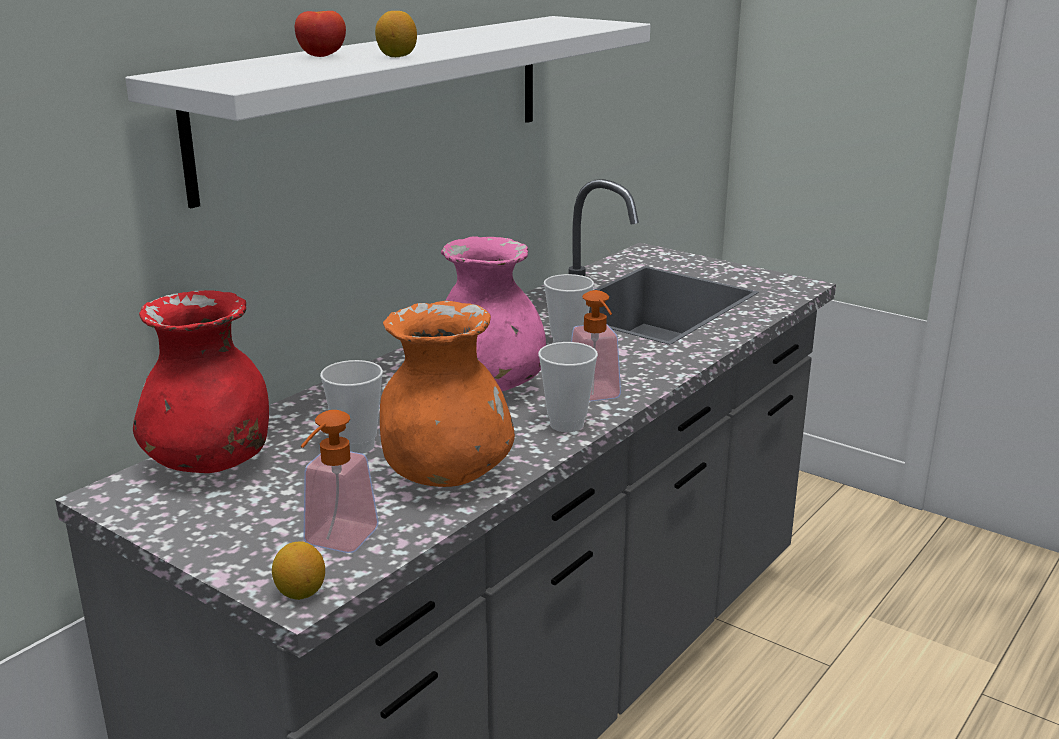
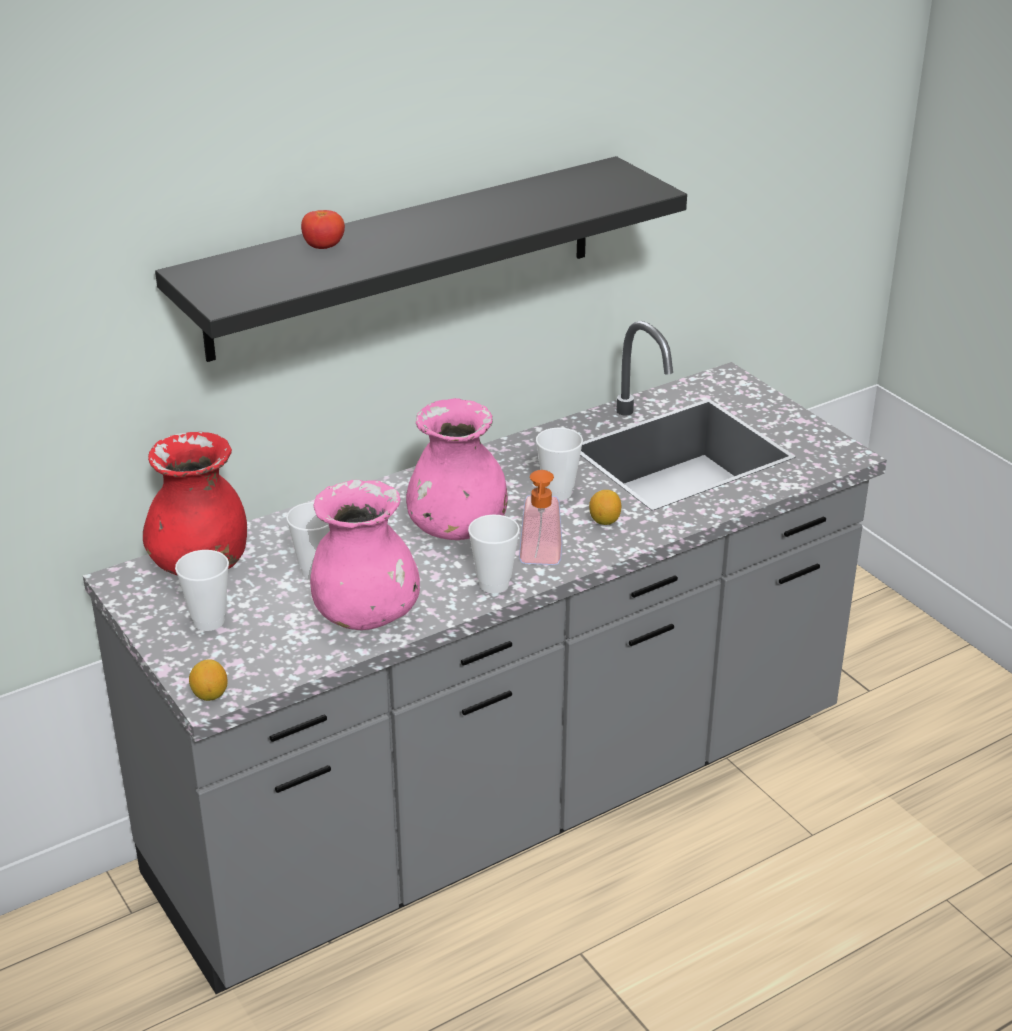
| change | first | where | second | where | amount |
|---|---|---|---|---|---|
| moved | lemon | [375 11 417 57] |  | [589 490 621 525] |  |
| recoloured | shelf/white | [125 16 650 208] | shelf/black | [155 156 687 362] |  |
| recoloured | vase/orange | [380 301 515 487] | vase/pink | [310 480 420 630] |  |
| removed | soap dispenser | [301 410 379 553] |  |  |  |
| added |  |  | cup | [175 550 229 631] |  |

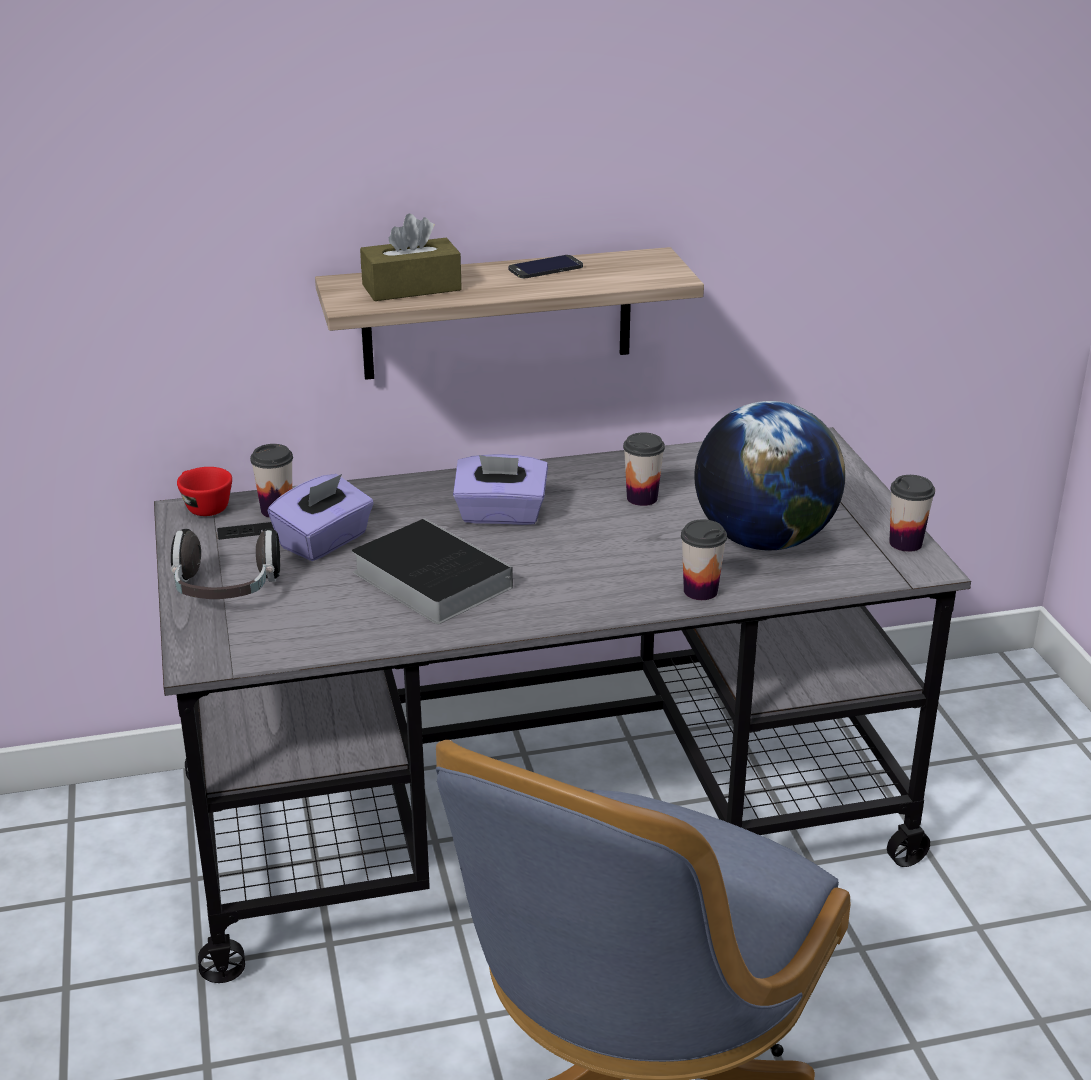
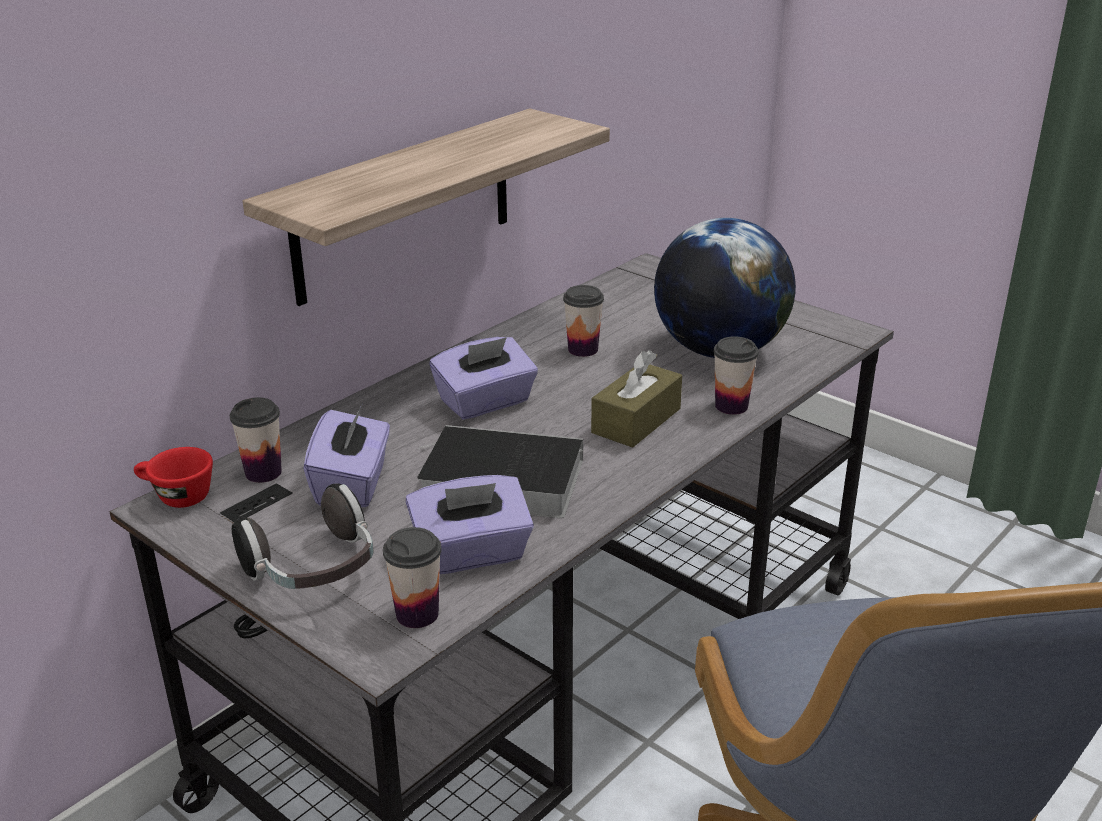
| change | first | where | second | where | amount |
|---|---|---|---|---|---|
| moved | tissue box/brown | [360 213 462 301] |  | [591 350 682 448] |  |
| removed | phone | [508 255 583 278] |  |  |  |
| moved | cup | [889 475 935 552] |  | [383 527 442 628] |  |
| added |  |  | tissue box/purple | [406 475 534 574] |  |

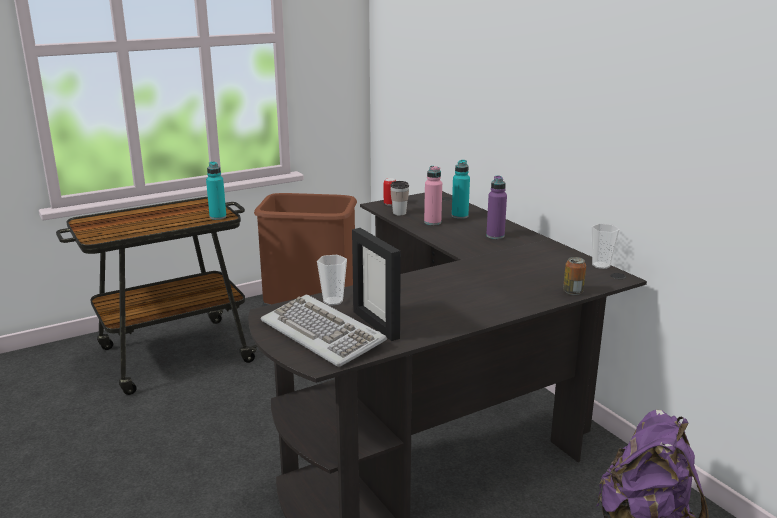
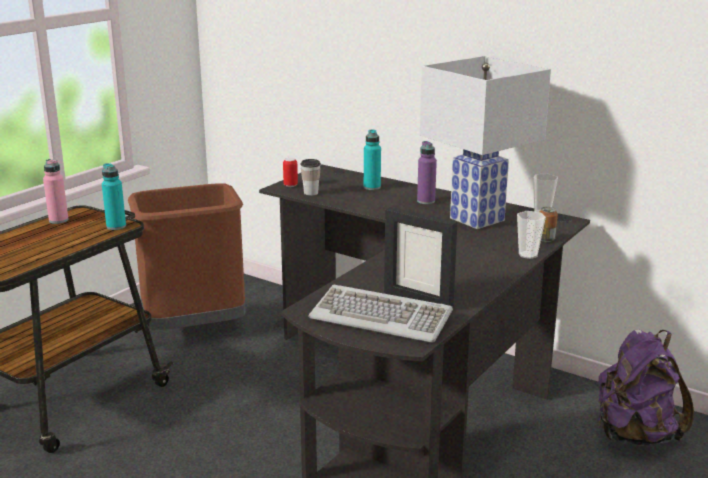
| change | first | where | second | where | amount |
|---|---|---|---|---|---|
| moved | bottle/pink | [424 166 442 225] |  | [43 159 69 224] |  |
| moved | cup | [317 255 347 306] |  | [517 211 546 259] |  |
| added |  |  | table lamp/white | [420 56 551 229] |  |

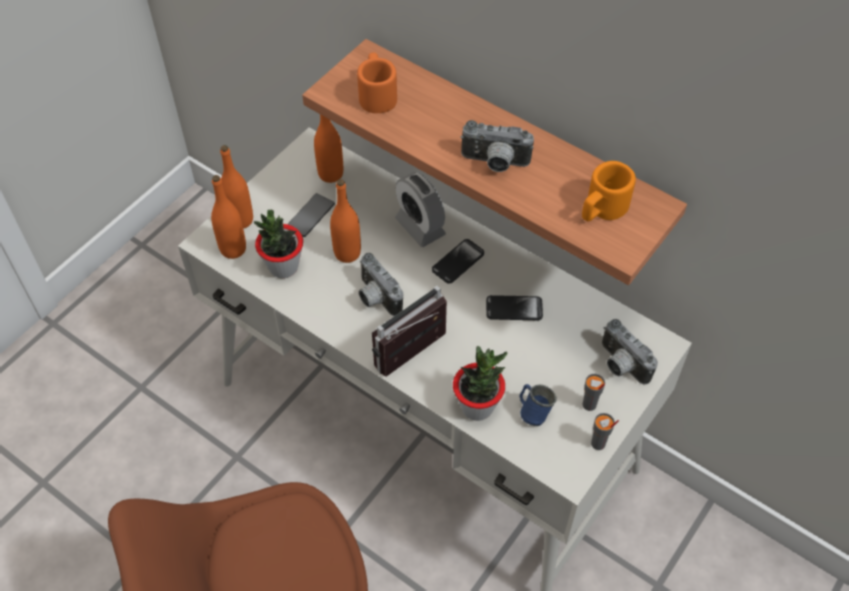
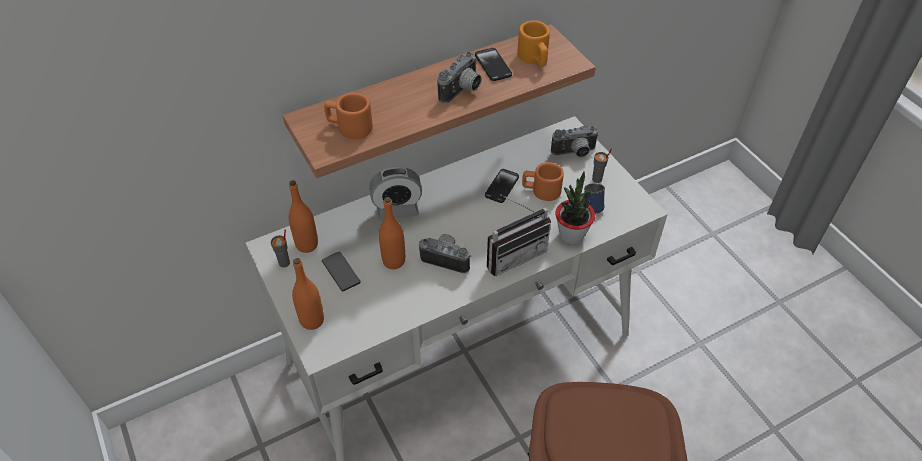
| change | first | where | second | where | amount |
|---|---|---|---|---|---|
| removed | bottle/orange | [211 175 246 259] |  |  |  |
| removed | potted plant | [254 210 303 278] |  |  |  |
| moved | phone | [432 239 484 284] |  | [475 48 512 81] |  |
| turned | photo camera | [359 253 403 316] |  | [419 234 471 273] | 150 degrees counterclockwise |
| turned | radio | [372 286 447 377] |  | [487 195 551 276] | 105 degrees counterclockwise |
| moved | cup/grey | [591 413 619 450] |  | [271 230 290 268] |  |
| added |  |  | mug/orange | [522 162 564 201] |  |

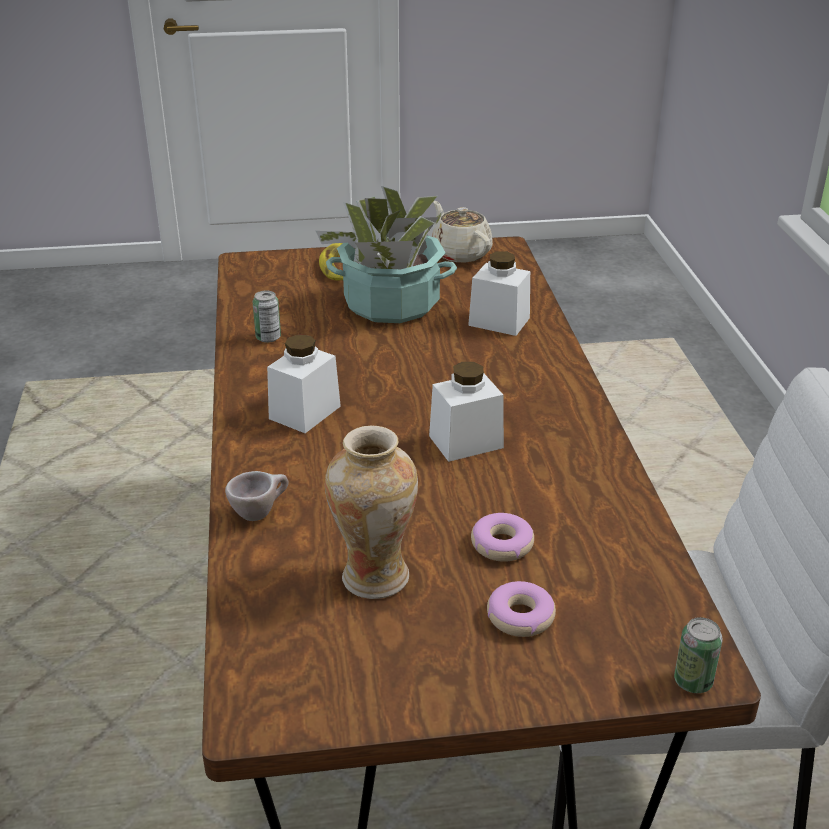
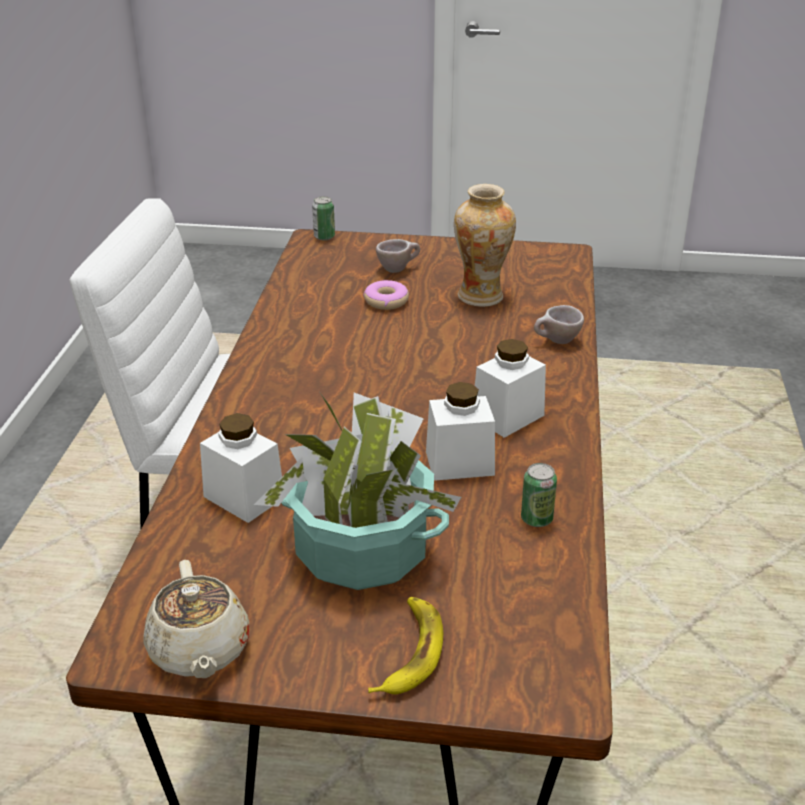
| change | first | where | second | where | amount |
|---|---|---|---|---|---|
| moved | jar/white | [429 362 504 462] |  | [426 382 495 481] |  |
| replaced | donut | [487 581 556 637] | cup/beige | [376 239 420 273] |  |

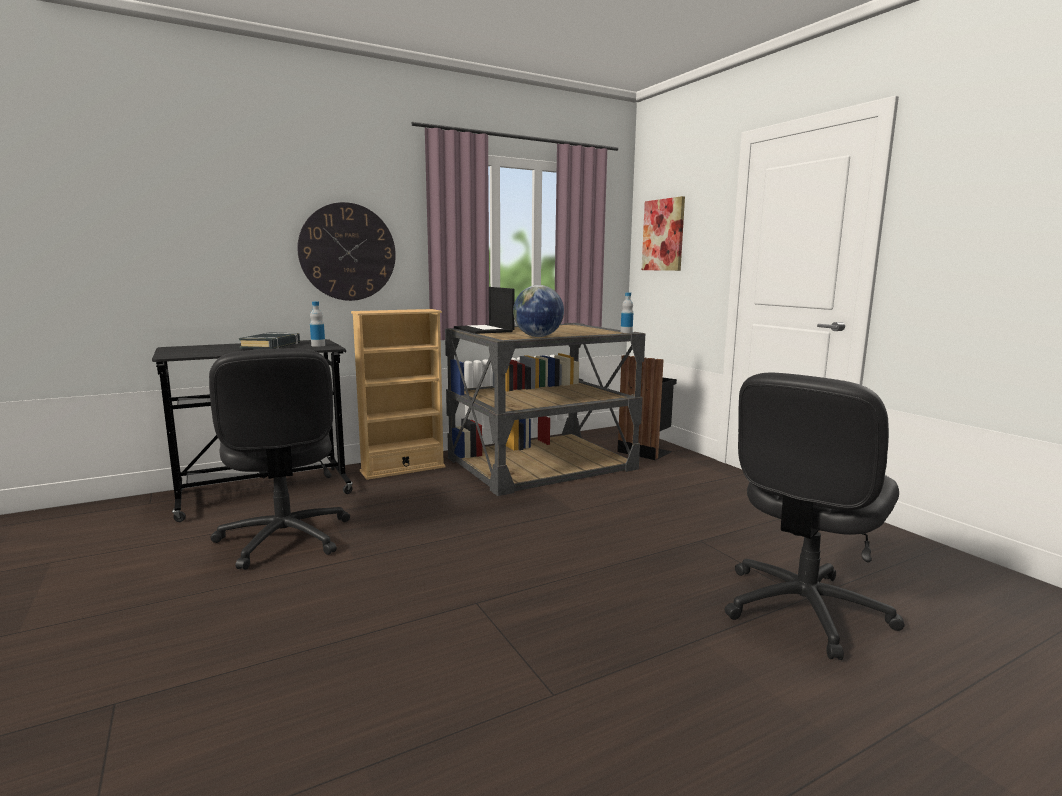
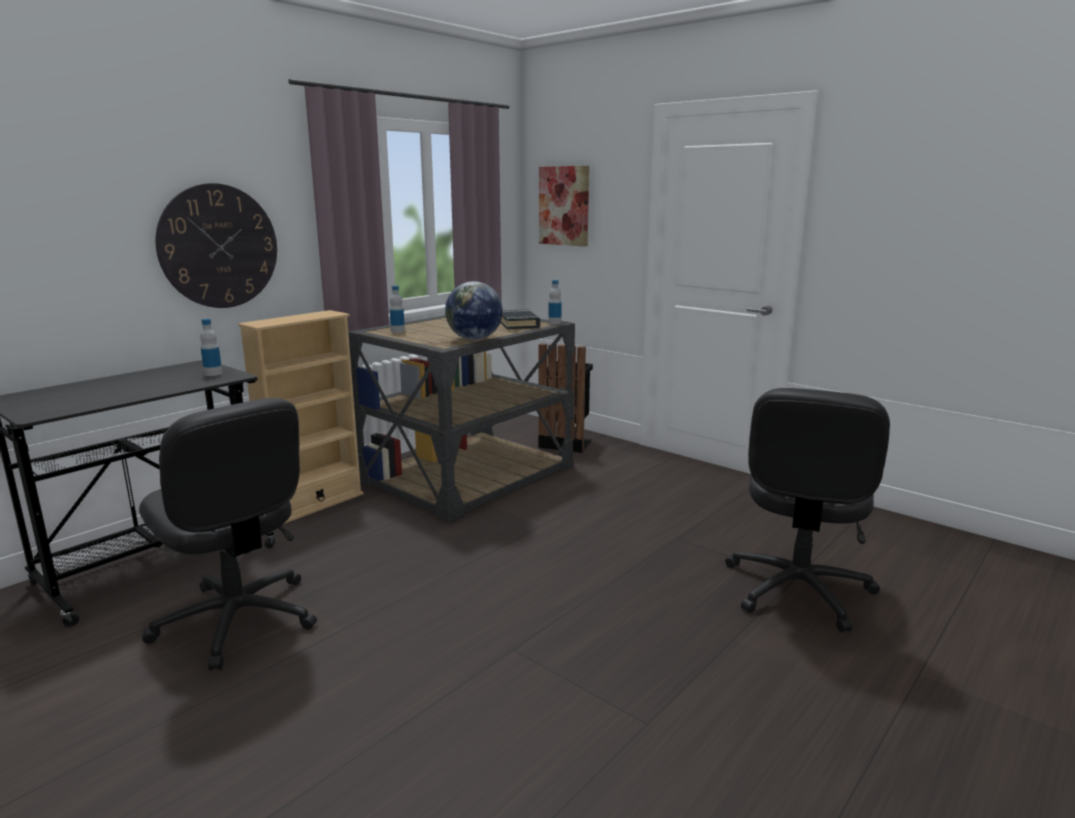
| change | first | where | second | where | amount |
|---|---|---|---|---|---|
| replaced | laptop | [454 287 515 334] | bottle | [390 285 405 333] |  |
| moved | book/black | [239 332 300 349] |  | [500 309 540 329] |  |

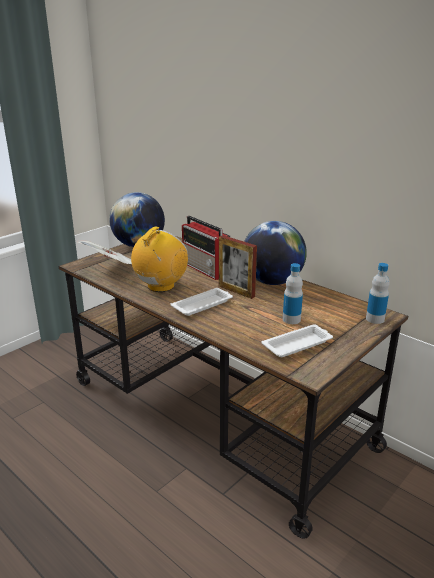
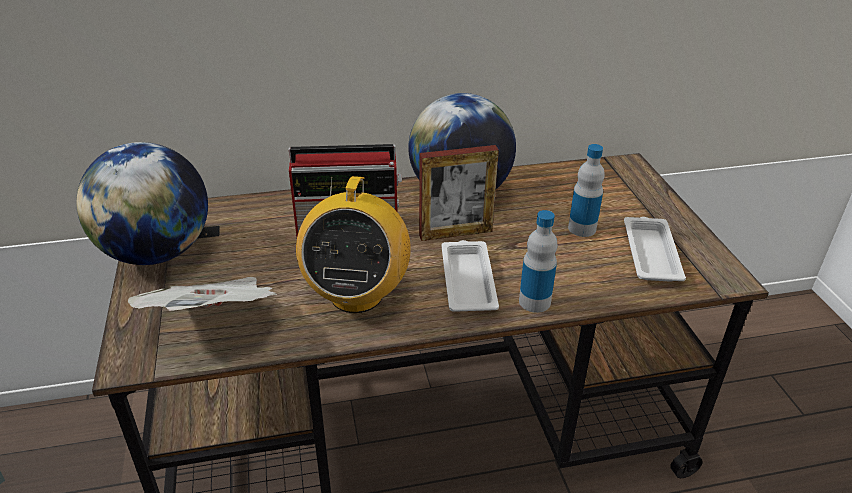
| change | first | where | second | where | amount |
|---|---|---|---|---|---|
| turned | radio | [131 226 188 292] |  | [296 176 411 313] | 150 degrees counterclockwise |
| moved | bottle | [366 263 390 324] |  | [519 210 558 313] |  |

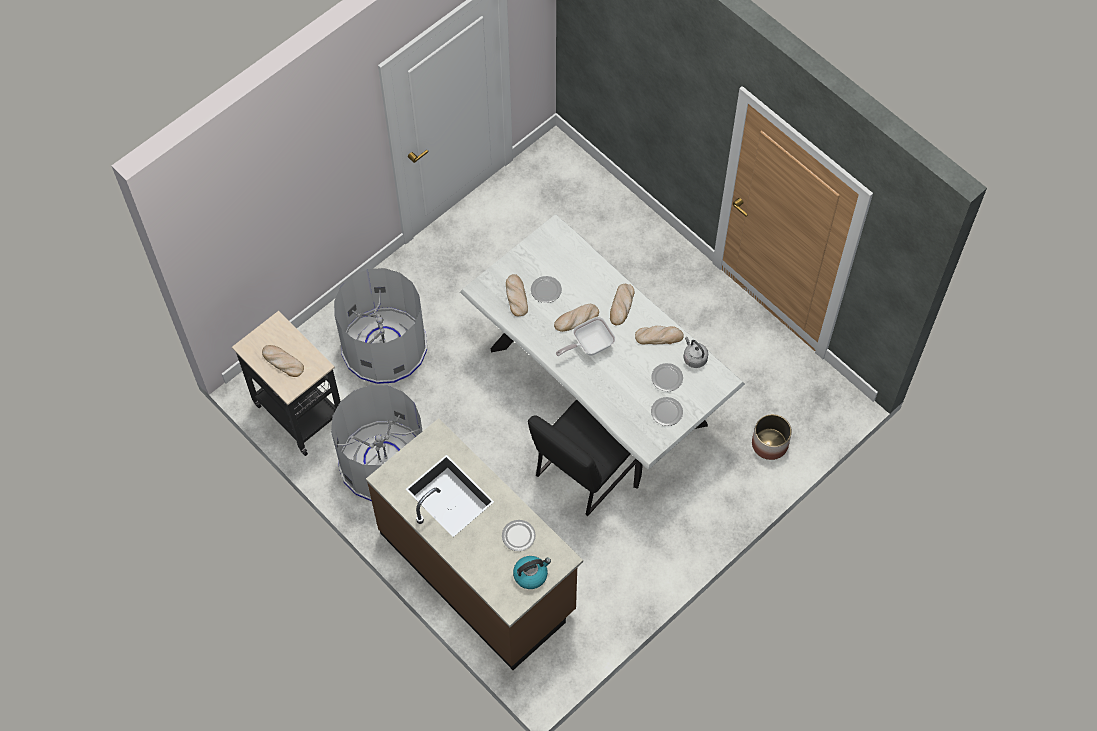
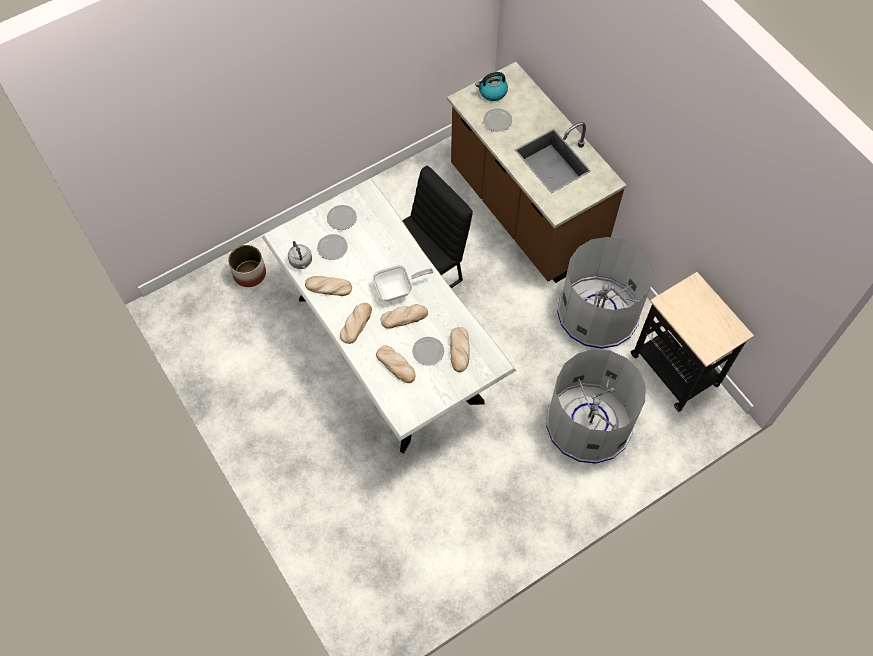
| change | first | where | second | where | amount |
|---|---|---|---|---|---|
| moved | bread | [262 345 304 377] |  | [376 346 416 383] |  |

